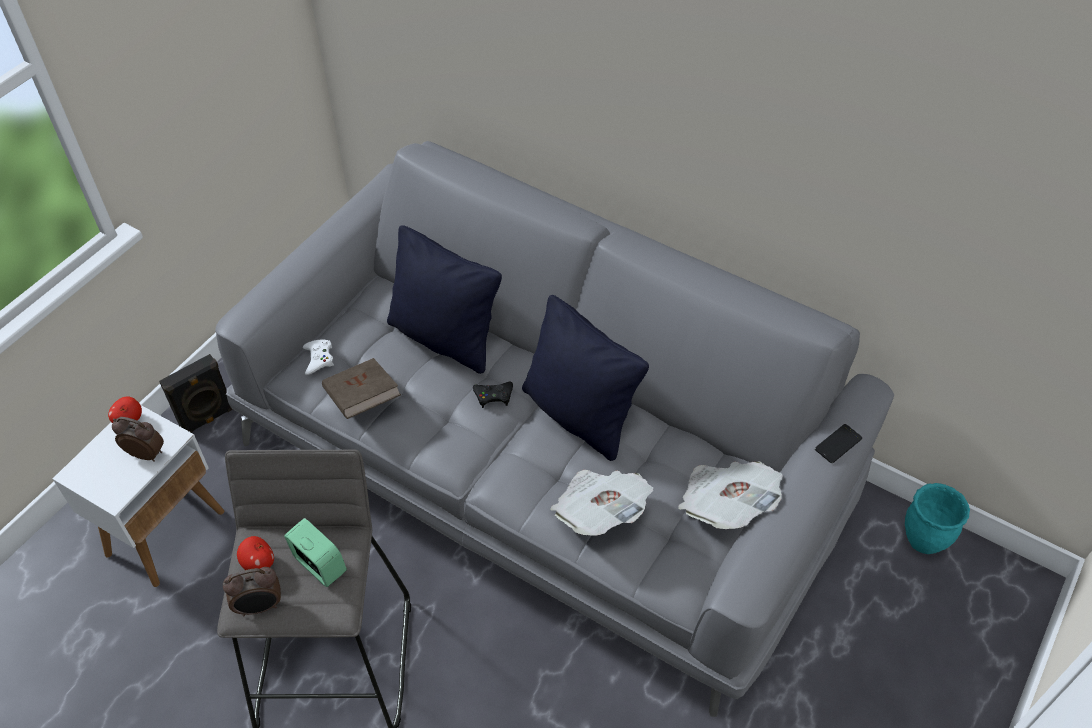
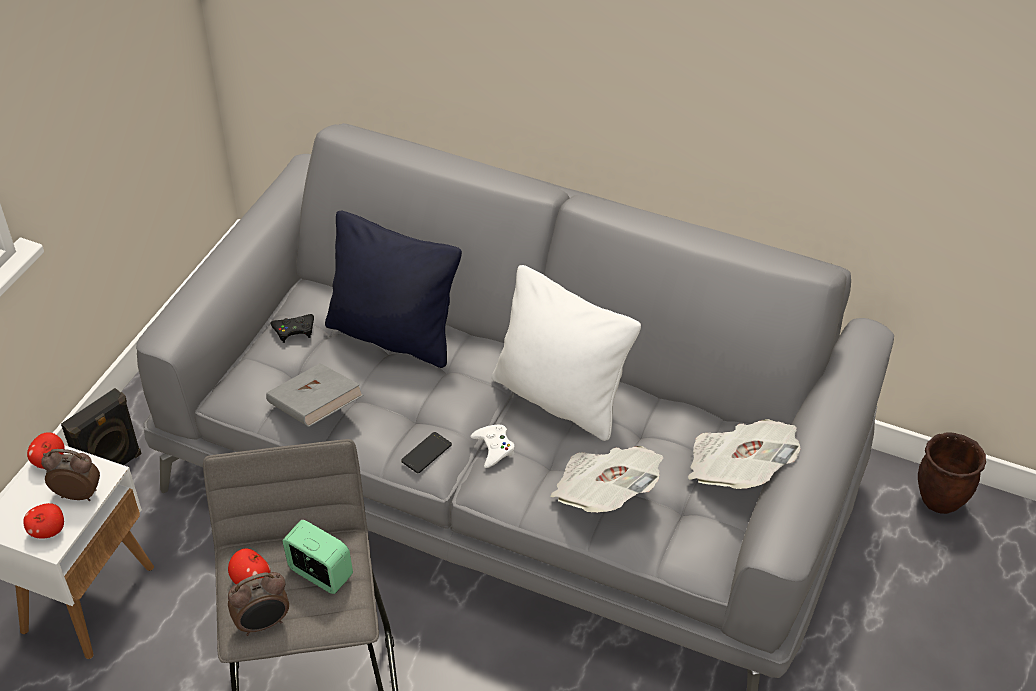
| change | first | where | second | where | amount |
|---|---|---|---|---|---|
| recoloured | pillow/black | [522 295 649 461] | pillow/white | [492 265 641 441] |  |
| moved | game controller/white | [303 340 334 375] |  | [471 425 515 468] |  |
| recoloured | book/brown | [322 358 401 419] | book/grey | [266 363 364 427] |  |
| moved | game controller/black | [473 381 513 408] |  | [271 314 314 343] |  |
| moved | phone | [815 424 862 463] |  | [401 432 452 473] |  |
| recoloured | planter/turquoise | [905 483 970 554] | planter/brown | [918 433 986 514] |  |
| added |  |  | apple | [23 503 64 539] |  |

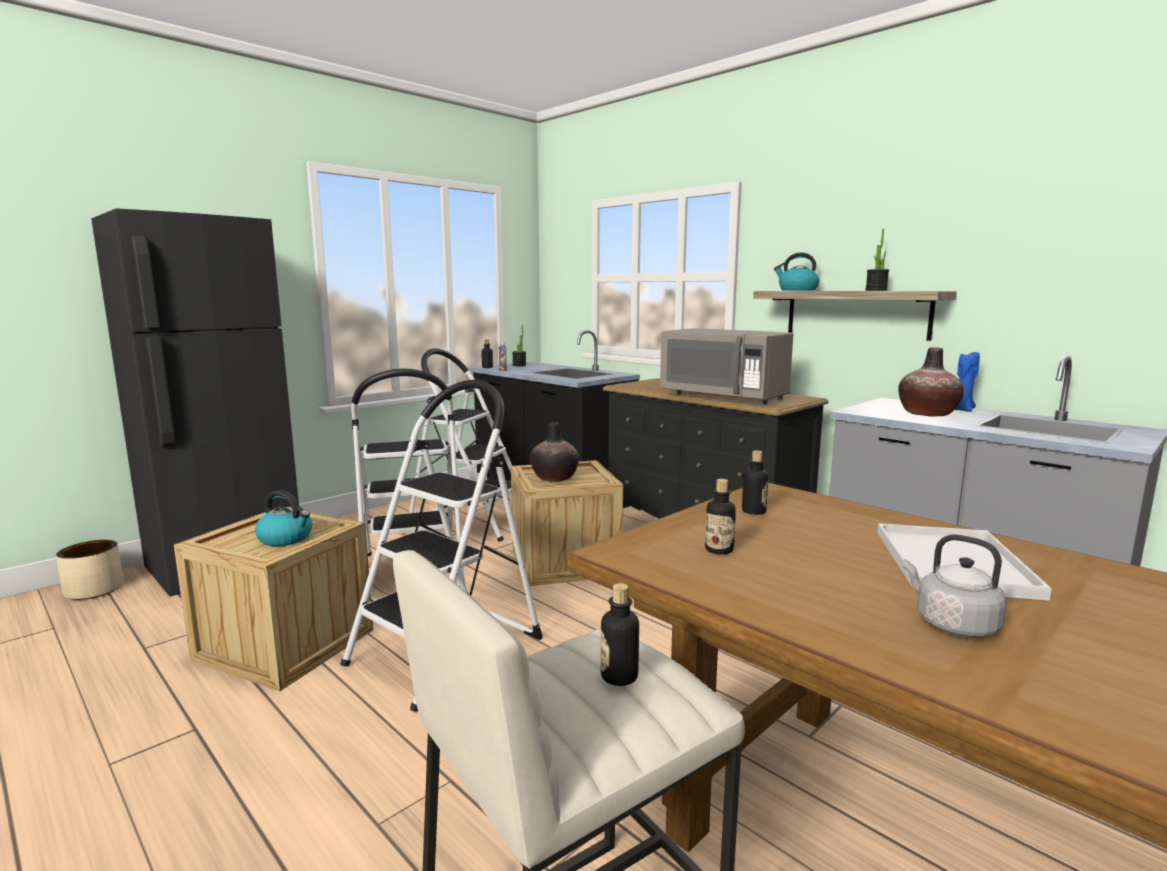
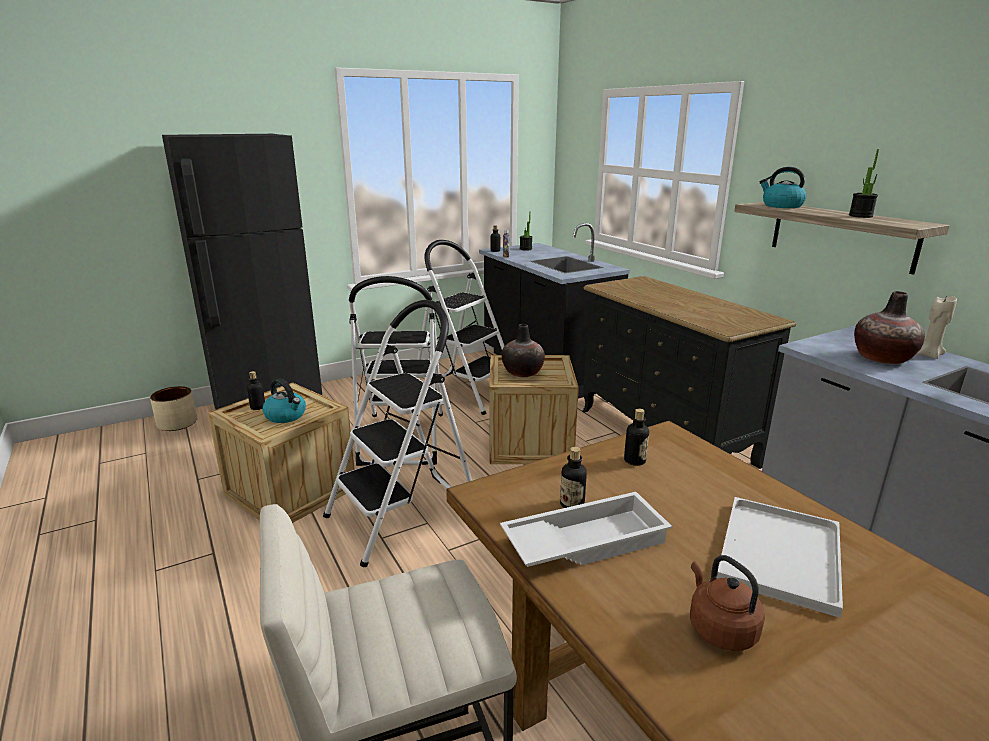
| change | first | where | second | where | amount |
|---|---|---|---|---|---|
| removed | microwave/grey | [660 328 793 404] |  |  |  |
| recoloured | candle/blue | [955 352 980 412] | candle/beige | [917 295 957 359] |  |
| recoloured | kettle/grey | [903 534 1007 638] | kettle/brown | [690 555 765 651] |  |
| moved | bottle | [601 583 639 686] |  | [247 371 265 410] |  |
| added |  |  | tray/white | [500 492 672 567] |  |

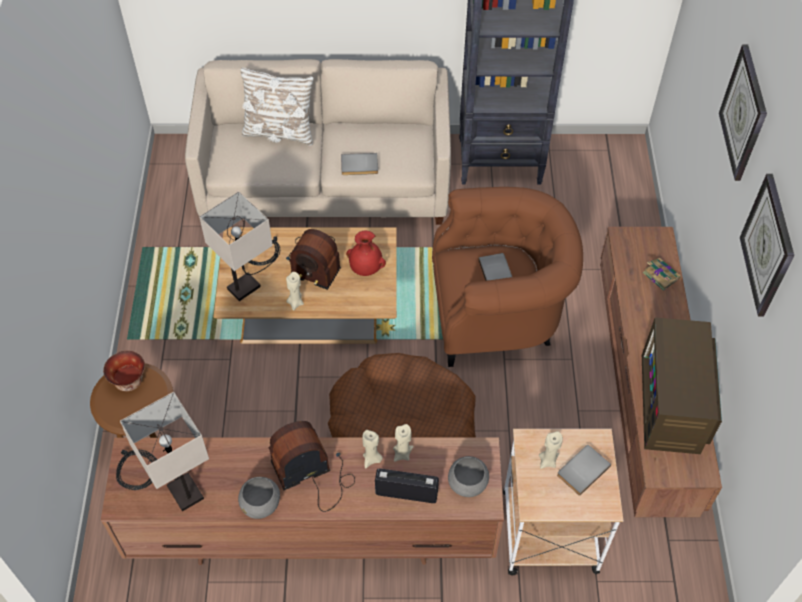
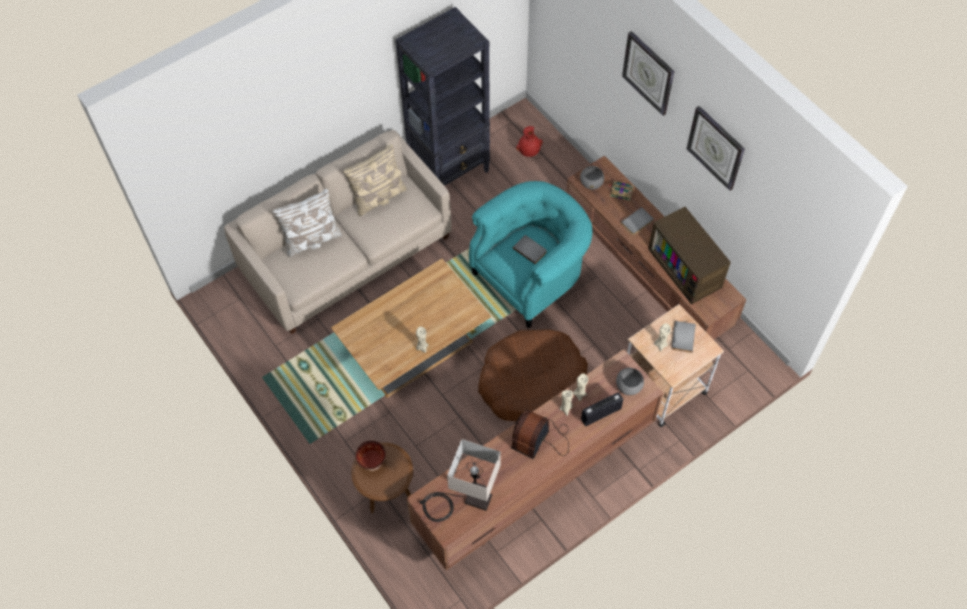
| change | first | where | second | where | amount |
|---|---|---|---|---|---|
| moved | book/grey | [341 153 378 175] |  | [620 207 654 235] |  |
| recoloured | armchair/brown | [432 187 583 367] | armchair/turquoise | [469 181 592 328] |  |
| removed | table lamp | [199 191 280 301] |  |  |  |
| removed | radio | [286 229 341 290] |  |  |  |
| moved | vase/red | [346 231 386 276] |  | [516 126 543 157] |  |
| moved | bowl/grey | [238 477 280 519] |  | [580 166 604 190] |  |
| added |  |  | pillow/beige | [343 144 407 216] |  |

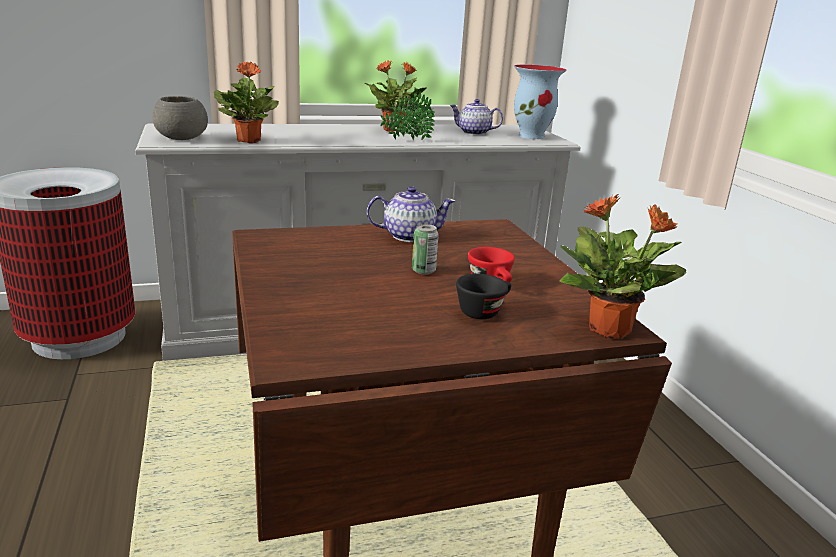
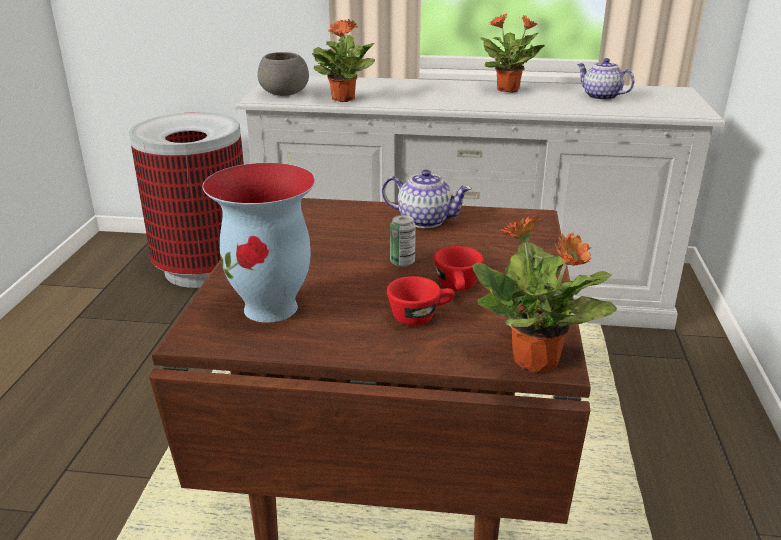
| change | first | where | second | where | amount |
|---|---|---|---|---|---|
| moved | vase | [514 65 566 139] |  | [202 163 316 323] |  |
| removed | potted plant | [380 92 435 140] |  |  |  |
| recoloured | cup/black | [456 274 511 319] | cup/red | [387 276 454 326] |  |

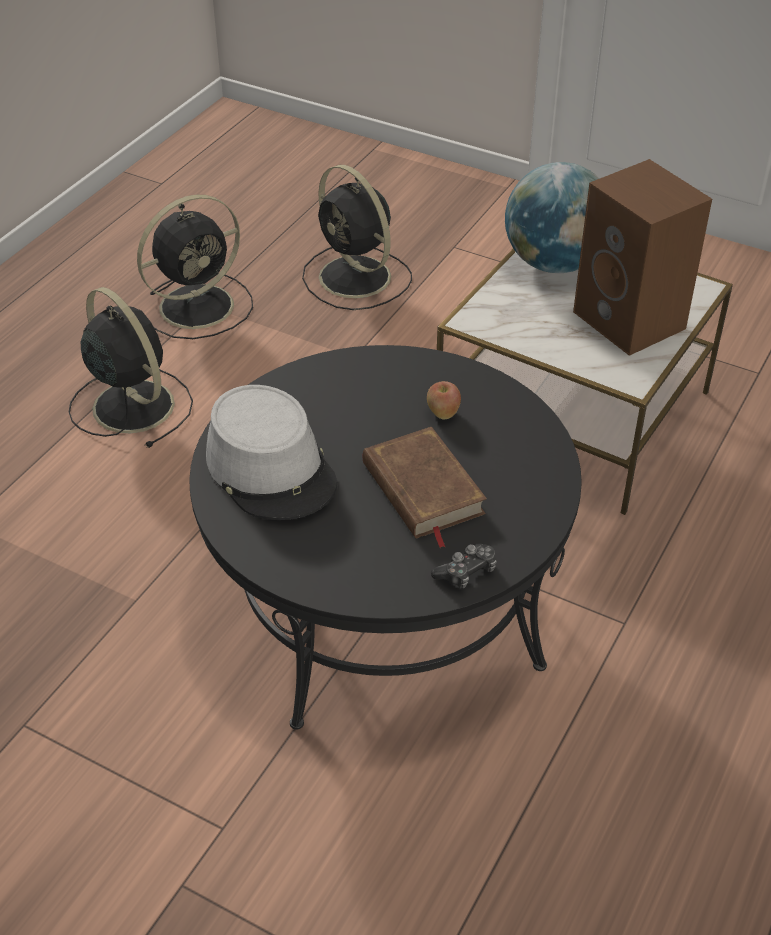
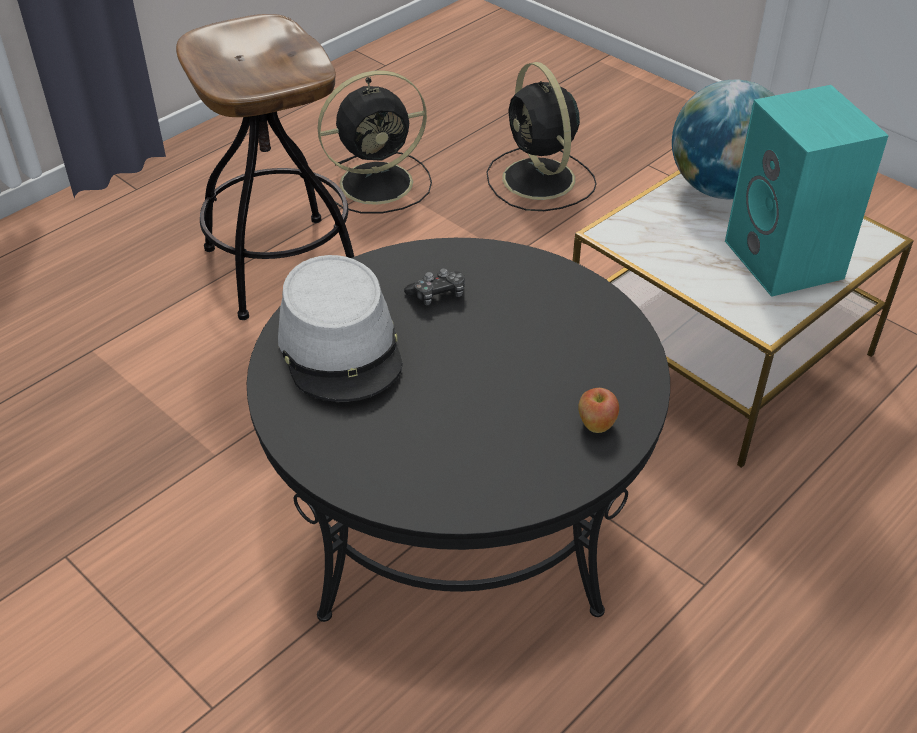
| change | first | where | second | where | amount |
|---|---|---|---|---|---|
| recoloured | speaker/brown | [573 159 712 356] | speaker/turquoise | [725 85 889 297] |  |
| replaced | fan/black | [69 287 193 448] | stool/brown | [176 14 354 320] |  |
| moved | apple | [427 381 461 420] |  | [578 388 619 433] |  |
| removed | book/brown | [363 427 487 548] |  |  |  |
| moved | game controller | [431 543 497 588] |  | [404 268 465 305] |  |

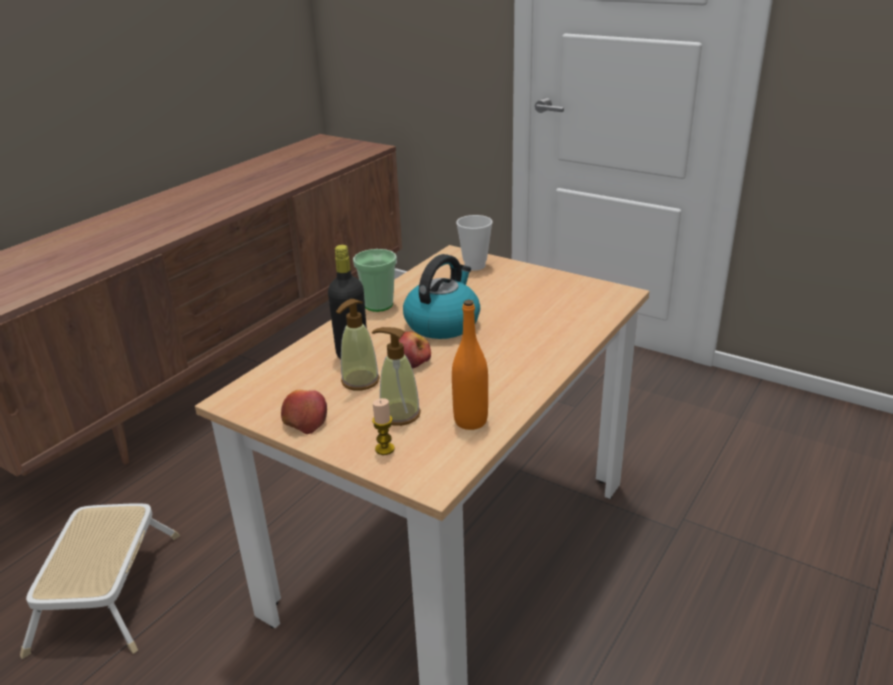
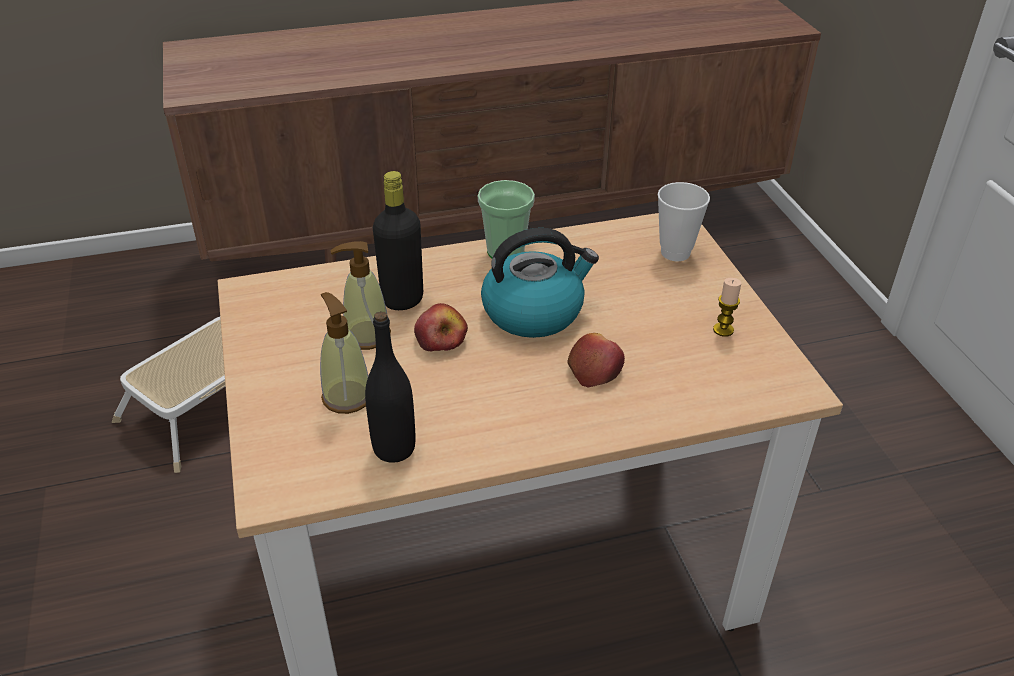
| change | first | where | second | where | amount |
|---|---|---|---|---|---|
| recoloured | bottle/orange | [452 300 488 430] | bottle/black | [365 311 416 463] |  |
| moved | apple | [281 389 327 434] |  | [567 333 625 388] |  |
| moved | candle | [372 398 395 455] |  | [713 278 742 337] |  |

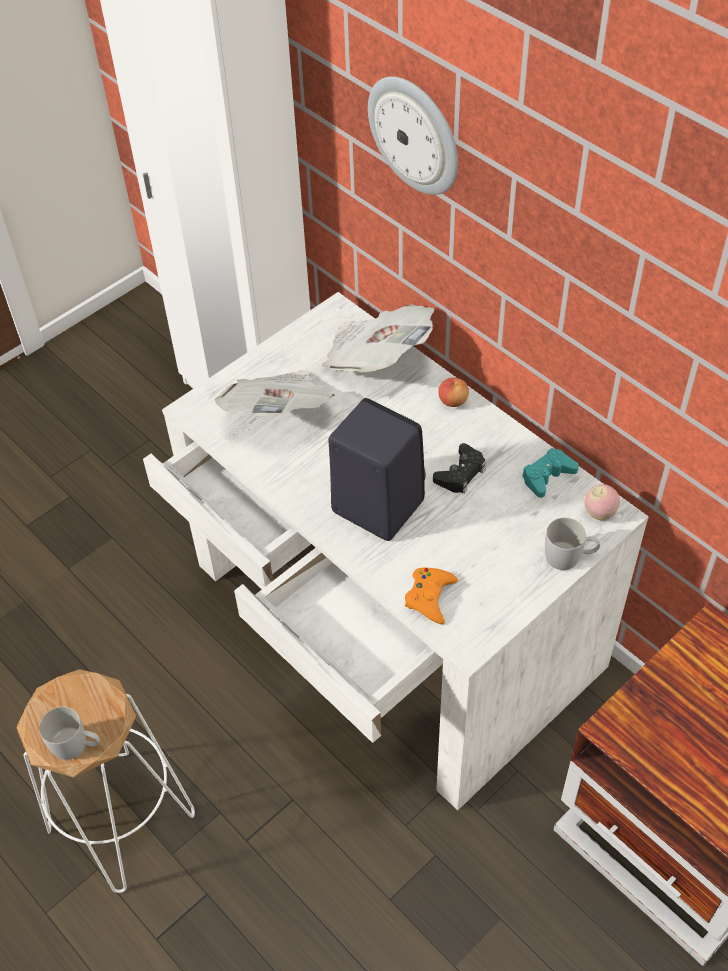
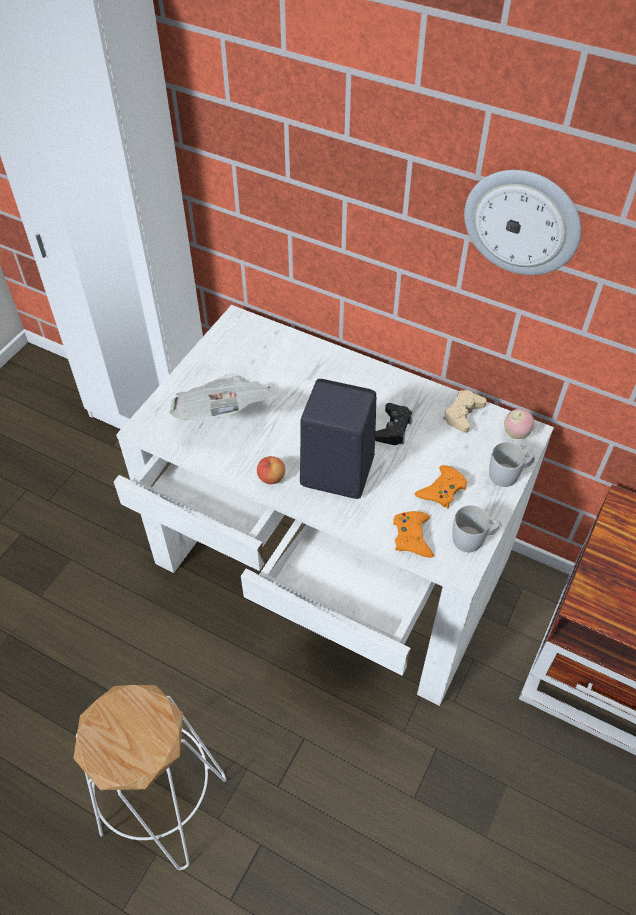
| change | first | where | second | where | amount |
|---|---|---|---|---|---|
| moved | wall clock | [368 76 458 195] |  | [464 170 581 275] |  |
| removed | newspaper | [321 304 435 373] |  |  |  |
| moved | apple | [438 378 469 407] |  | [257 456 285 484] |  |
| recoloured | game controller/turquoise | [522 448 579 498] | game controller/beige | [443 390 487 433] |  |
| moved | mug/white | [39 707 100 760] |  | [452 505 502 552] |  |
| added |  |  | game controller/orange | [414 465 467 508] |  |

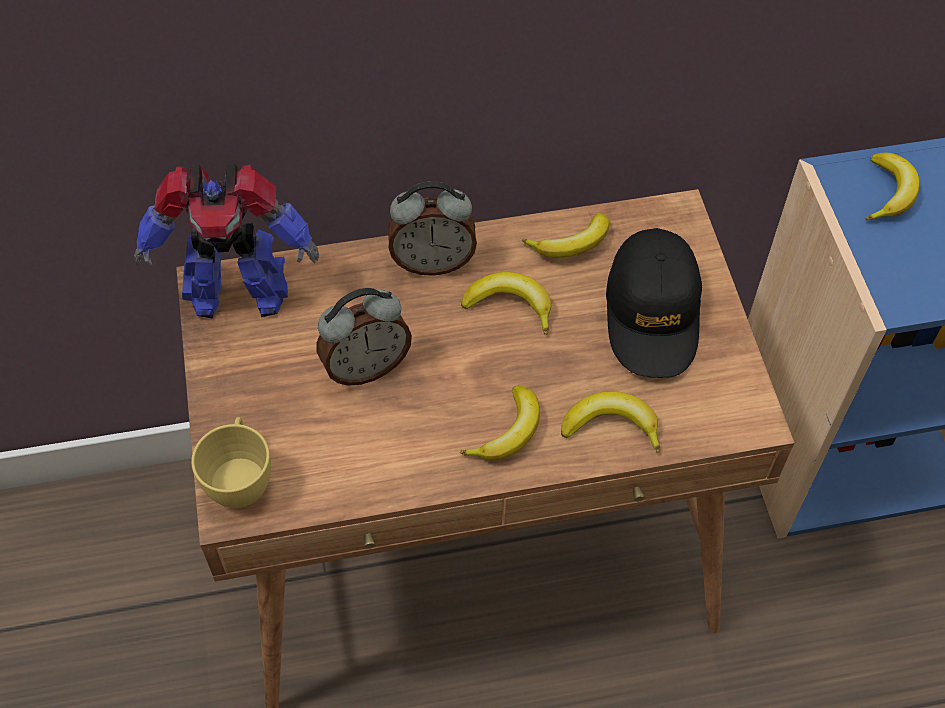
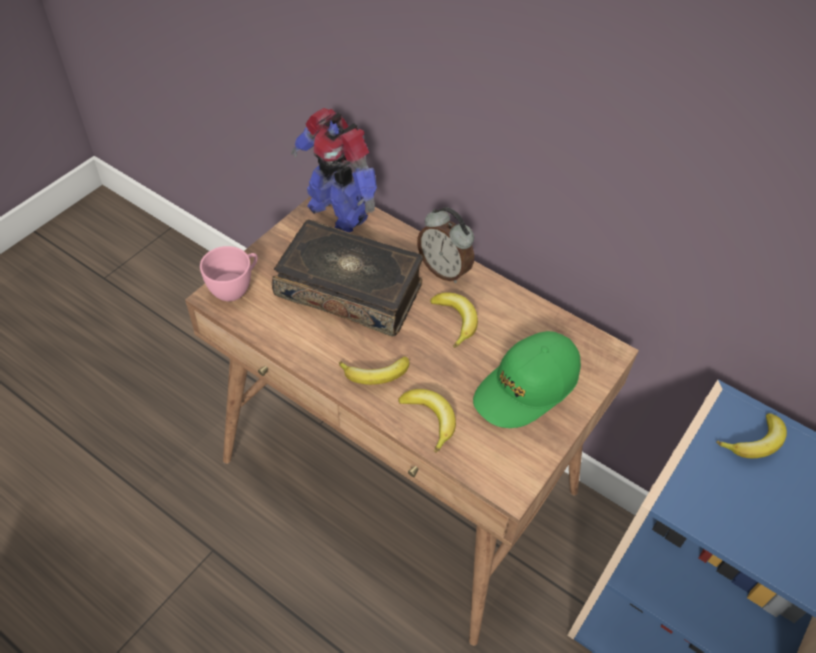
| change | first | where | second | where | amount |
|---|---|---|---|---|---|
| removed | banana | [522 213 609 258] |  |  |  |
| recoloured | cap/black | [606 228 702 378] | cap/green | [473 331 581 428] |  |
| replaced | alarm clock | [316 288 412 386] | book | [272 219 423 337] |  |
| recoloured | cup/yellow | [191 417 271 508] | cup/pink | [200 246 258 301] |  |

